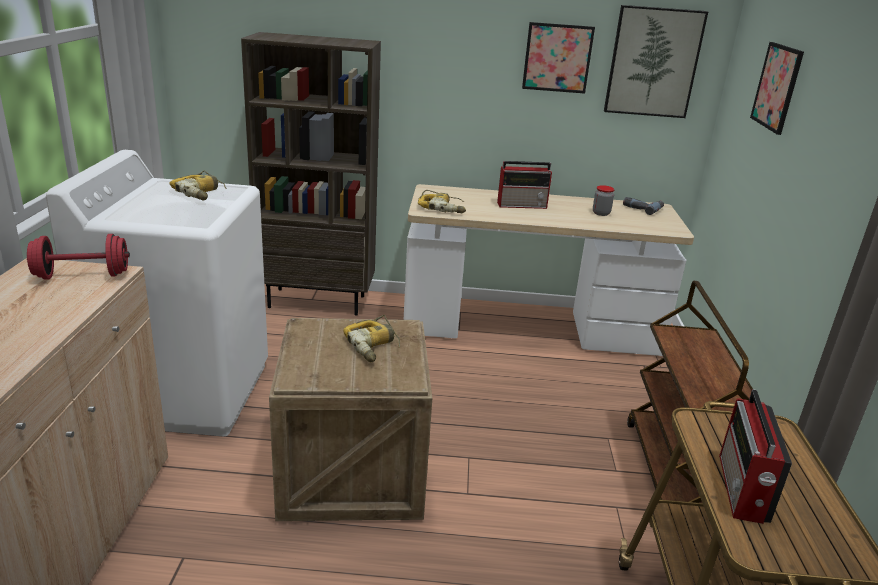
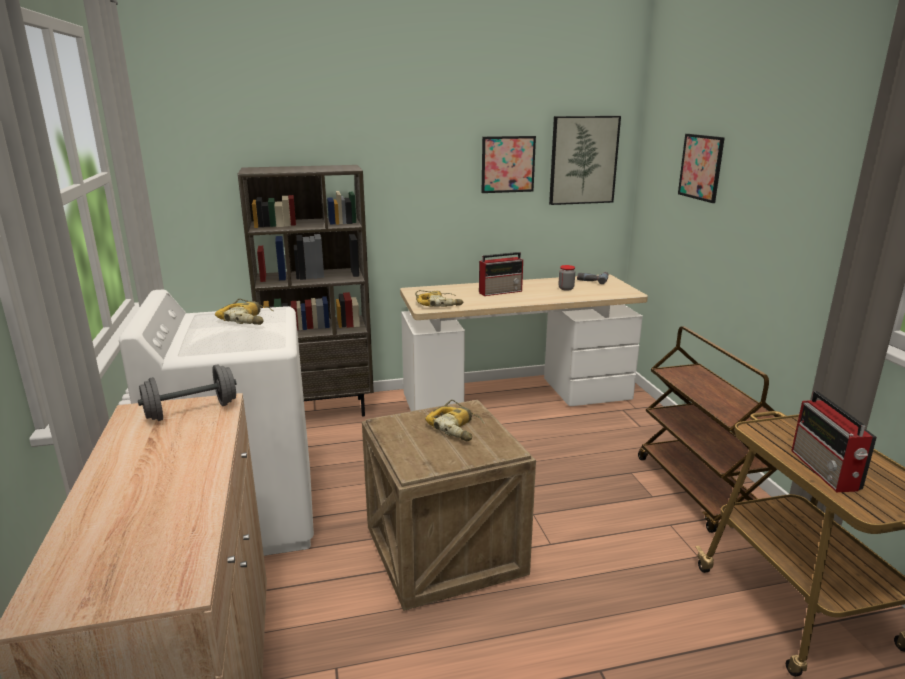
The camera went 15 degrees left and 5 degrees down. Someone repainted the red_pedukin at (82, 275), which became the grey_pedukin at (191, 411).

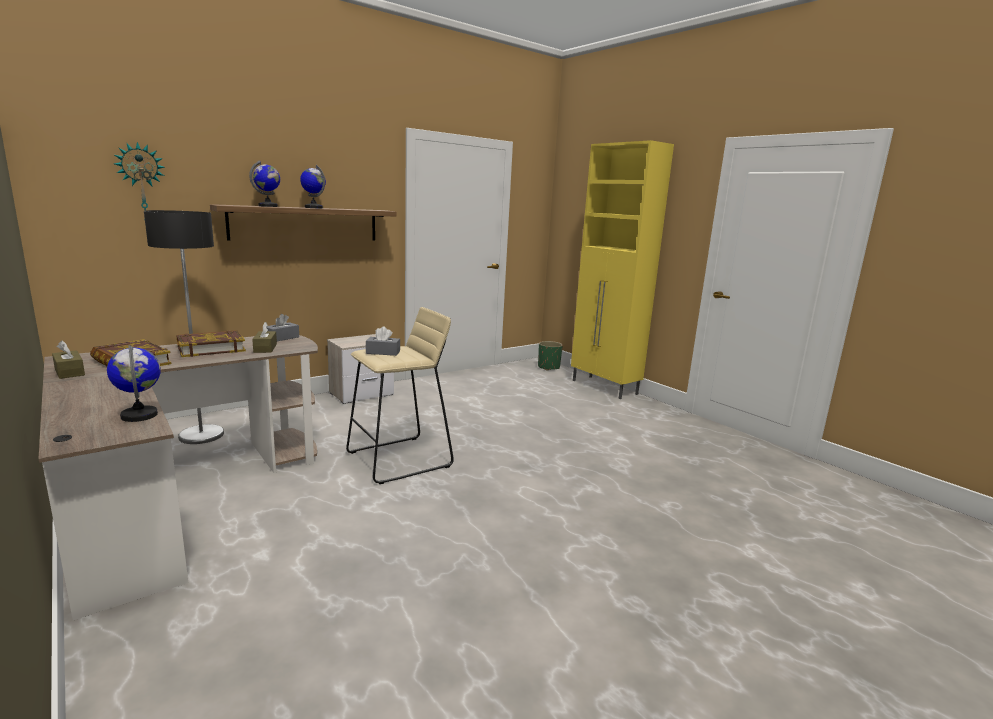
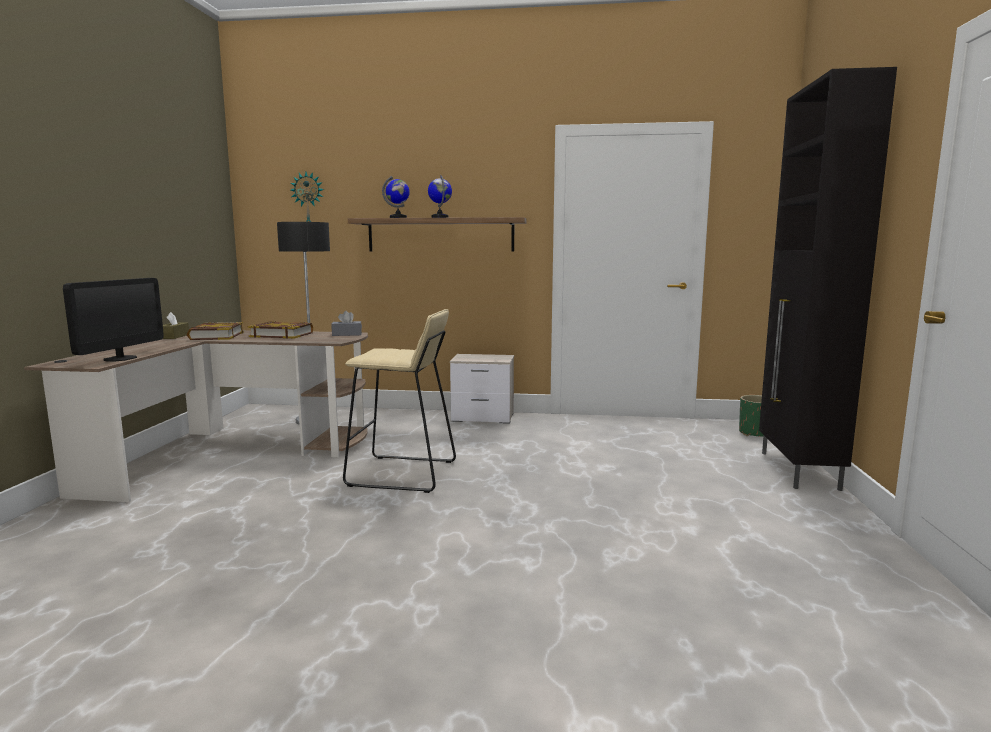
The camera went 45 degrees right and 5 degrees down. Someone swapped the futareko at (140, 415) for the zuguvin at (120, 358). Someone took away the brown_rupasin at (265, 348). Someone took away the grey_rupasin at (383, 352). Someone repainted the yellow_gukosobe at (604, 387), which became the black_gukosobe at (798, 471).

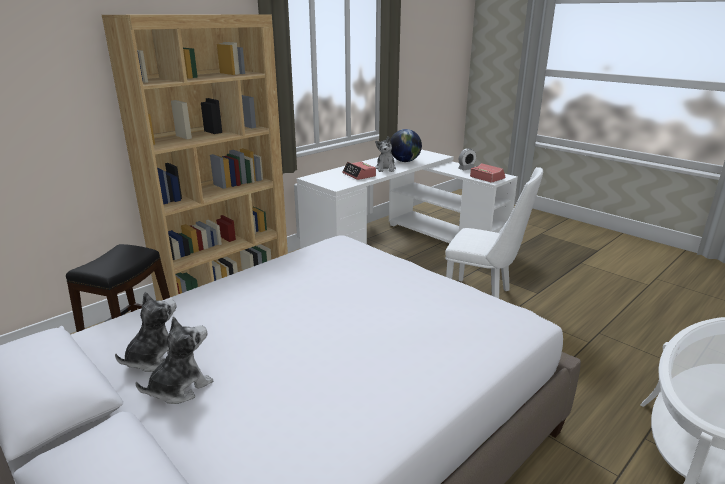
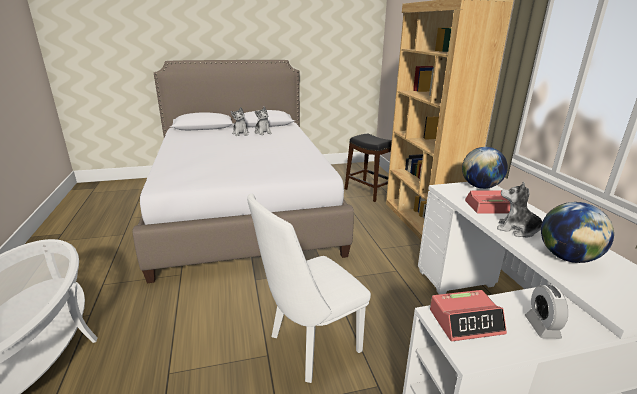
The camera went 120 degrees right and 0 degrees up. Someone put down the futareko at (480, 187).

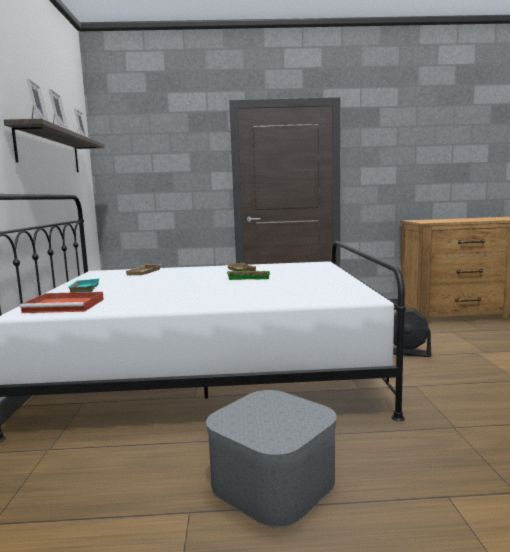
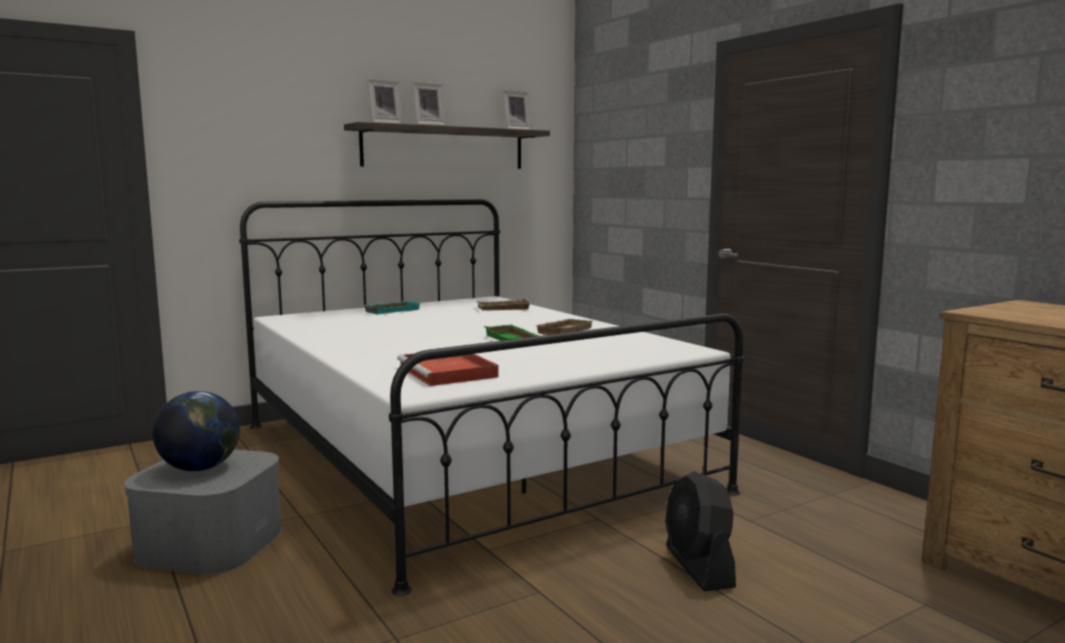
The camera went 60 degrees right and 0 degrees up. Someone carried the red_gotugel from (66, 305) to (449, 372). Someone put down the futareko at (200, 468).

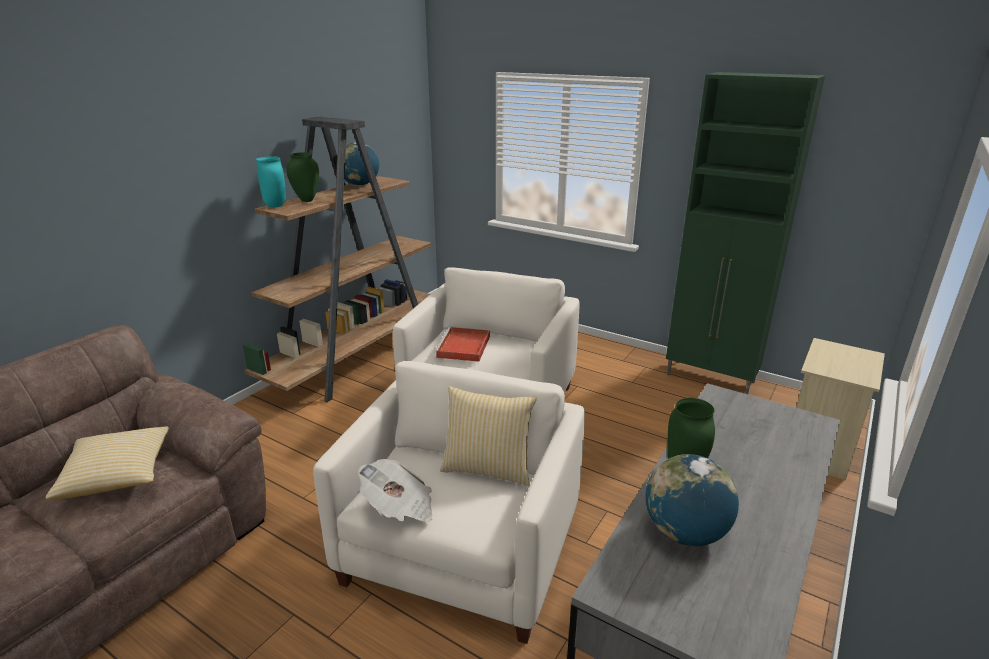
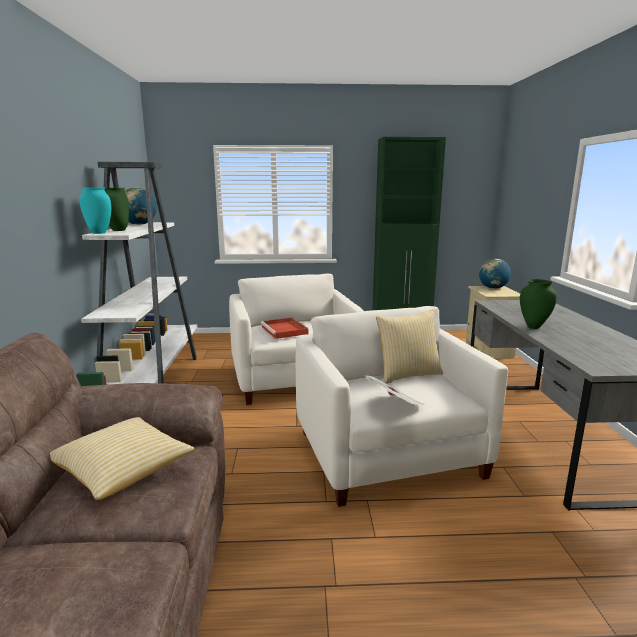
The camera went 35 degrees left and 10 degrees down. Someone repainted the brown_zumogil at (360, 358), which became the white_zumogil at (153, 381). Someone carried the futareko from (685, 532) to (493, 288).

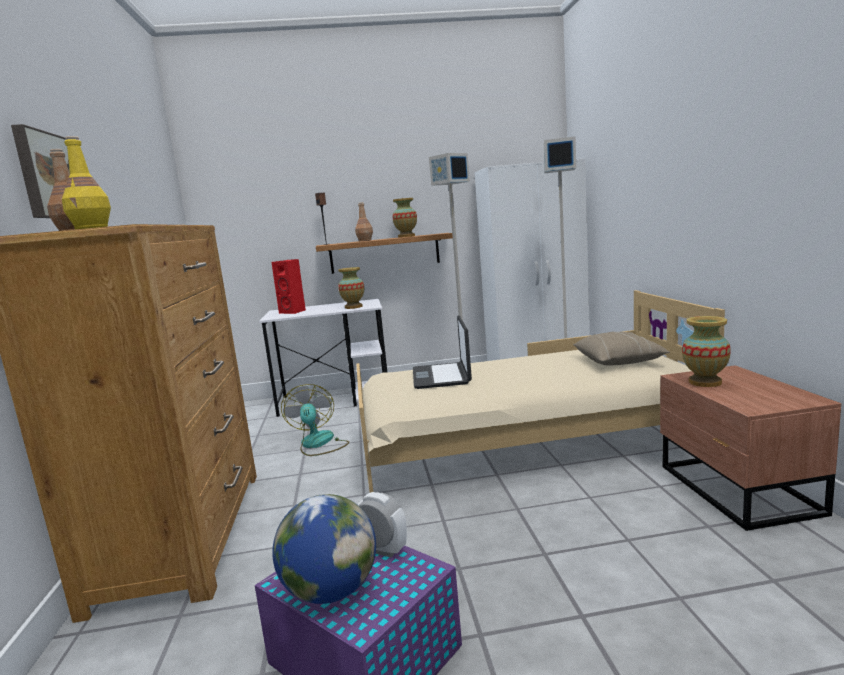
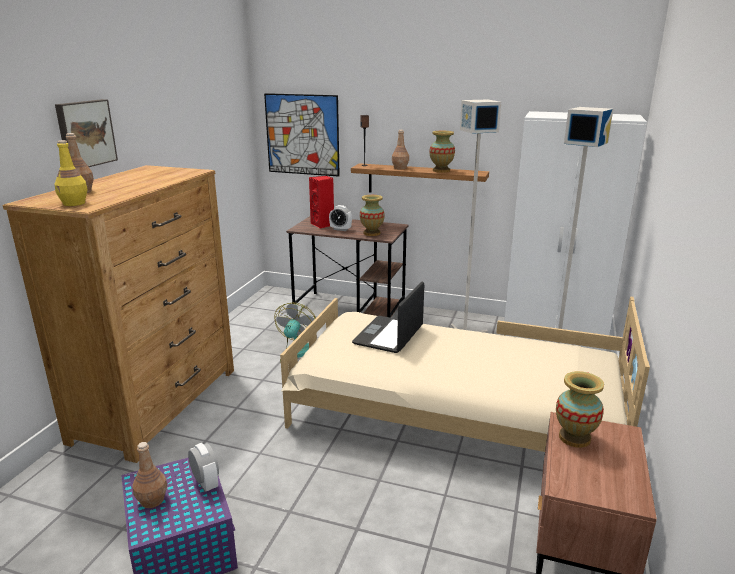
The camera went 25 degrees right and 10 degrees up. Someone repainted the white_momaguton at (336, 399), which became the brown_momaguton at (350, 309). Someone swapped the futareko at (331, 591) for the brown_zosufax at (152, 500). Someone took away the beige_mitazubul at (618, 361). Someone put up the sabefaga at (302, 135). Someone put down the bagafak at (340, 229).

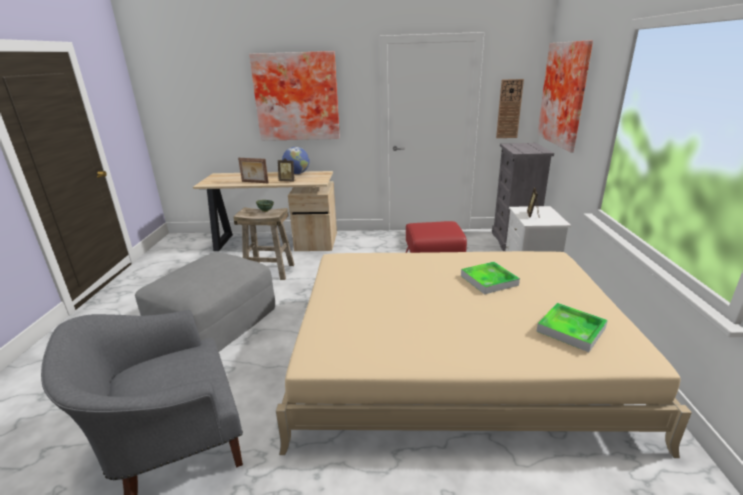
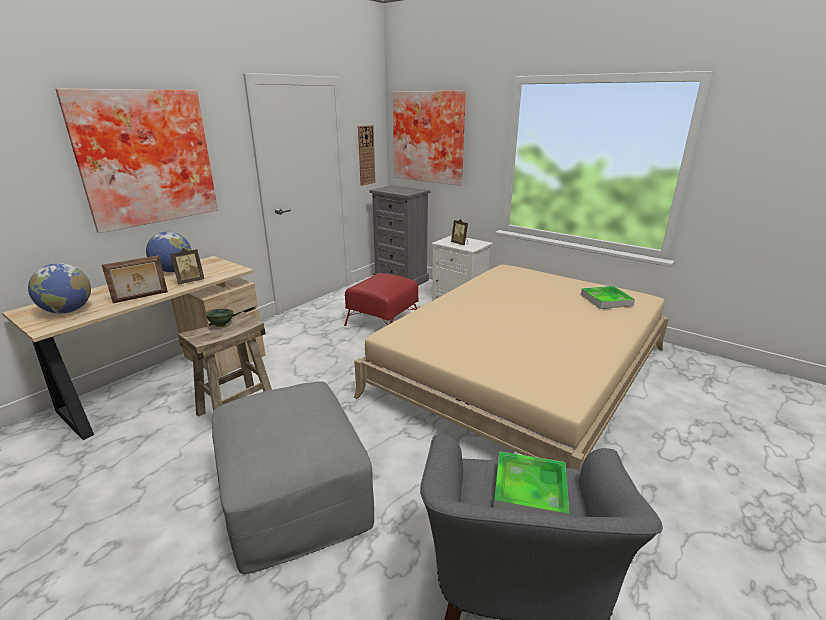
The camera went 55 degrees left and 0 degrees up. Someone carried the gotugel from (489, 280) to (530, 490). Someone put down the futareko at (68, 311).

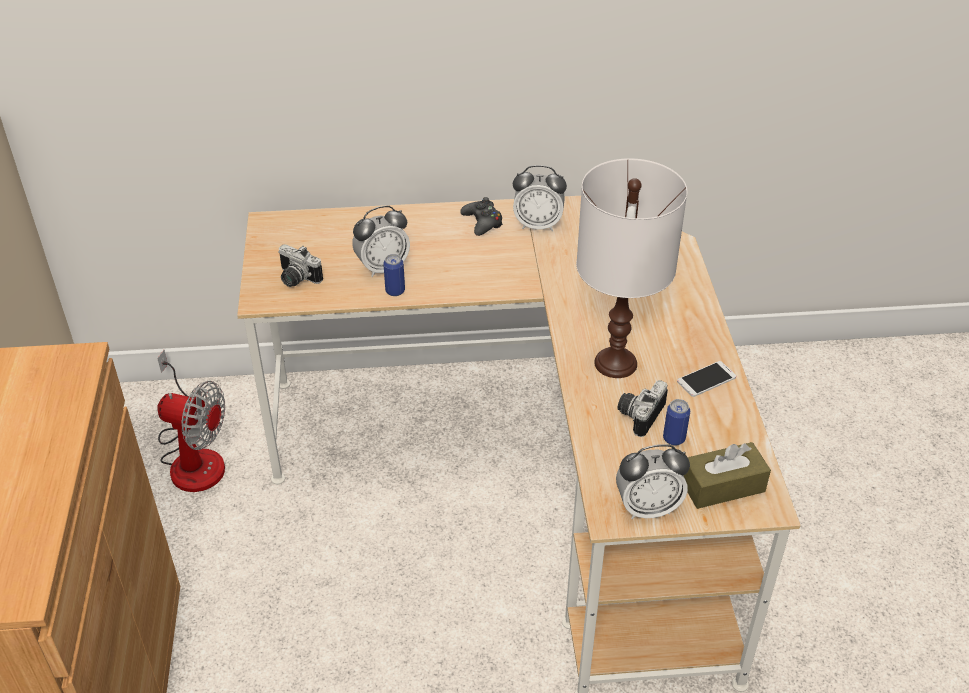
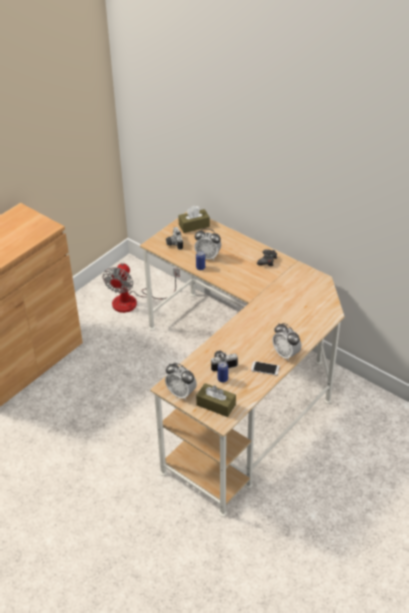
The camera went 45 degrees right and 0 degrees up. Someone rotated the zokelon at (194, 456) by 45 degrees clockwise. Someone carried the bagafak from (538, 225) to (286, 354). Someone took away the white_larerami at (615, 363). Someone put down the brown_rupasin at (194, 225).

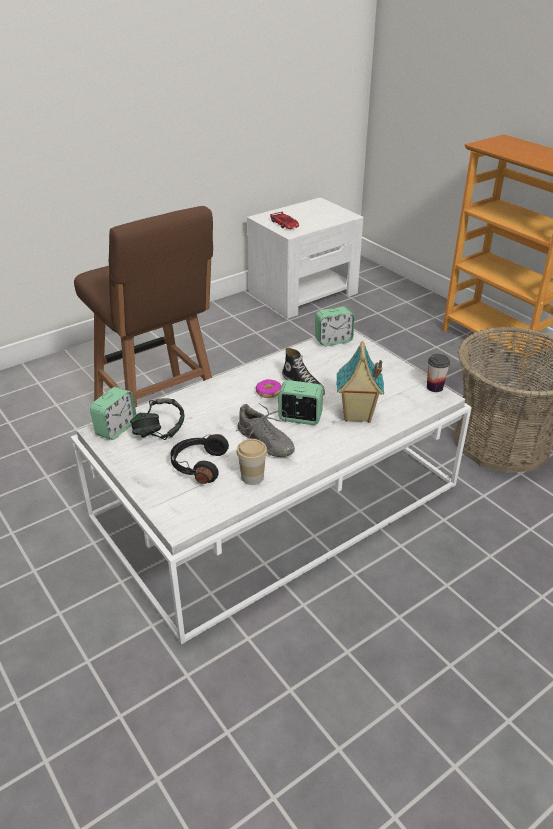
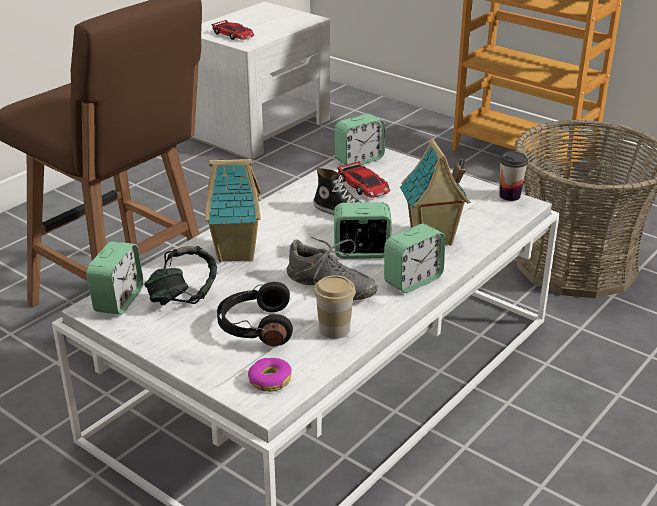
The camera went 15 degrees left and 5 degrees down. Someone carried the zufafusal from (268, 392) to (269, 380). Someone put down the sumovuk at (237, 253). Someone put down the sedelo at (363, 185). Someone put down the bagafak at (413, 280).

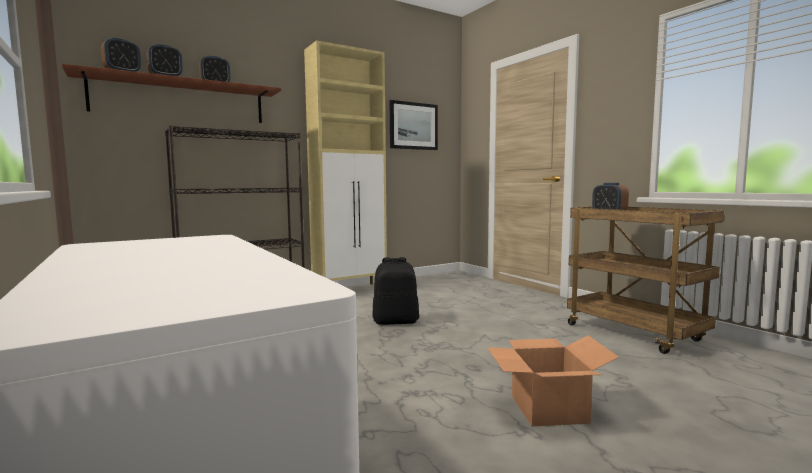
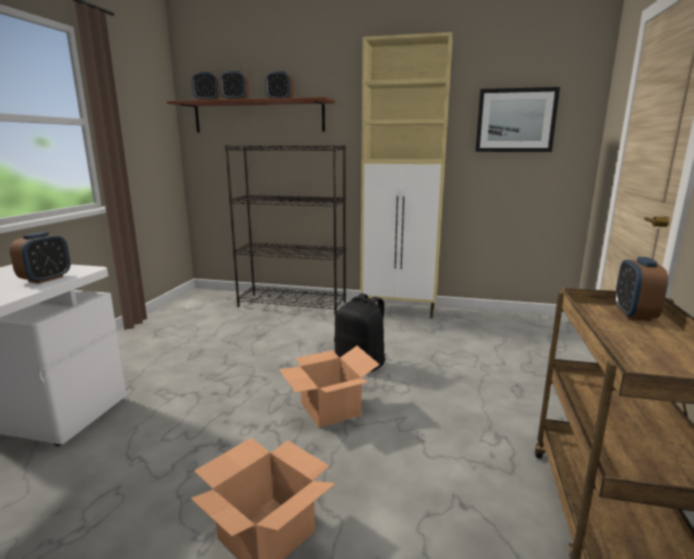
The camera went 45 degrees right and 10 degrees up. Someone put down the bagafak at (46, 279). Someone put down the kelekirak at (331, 409).

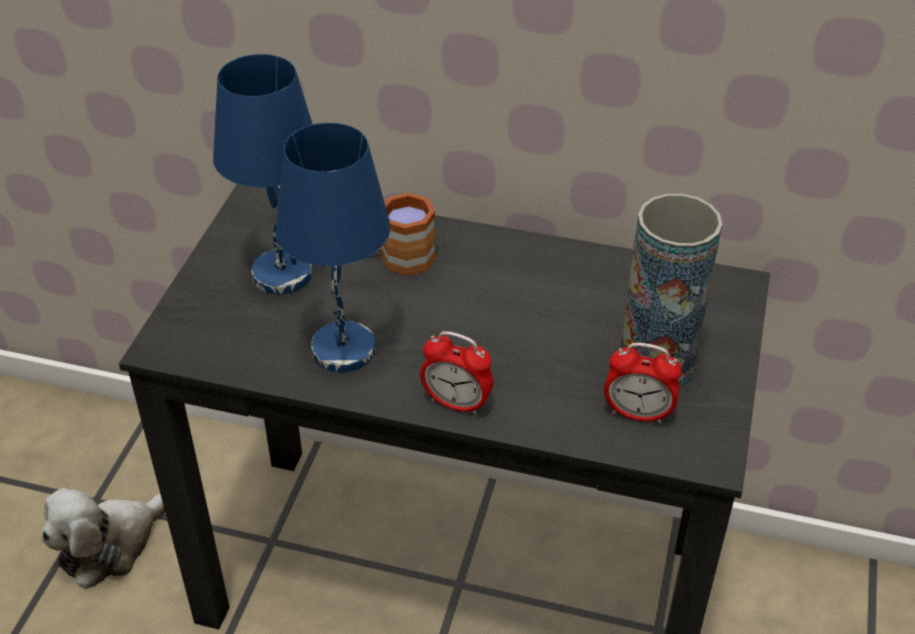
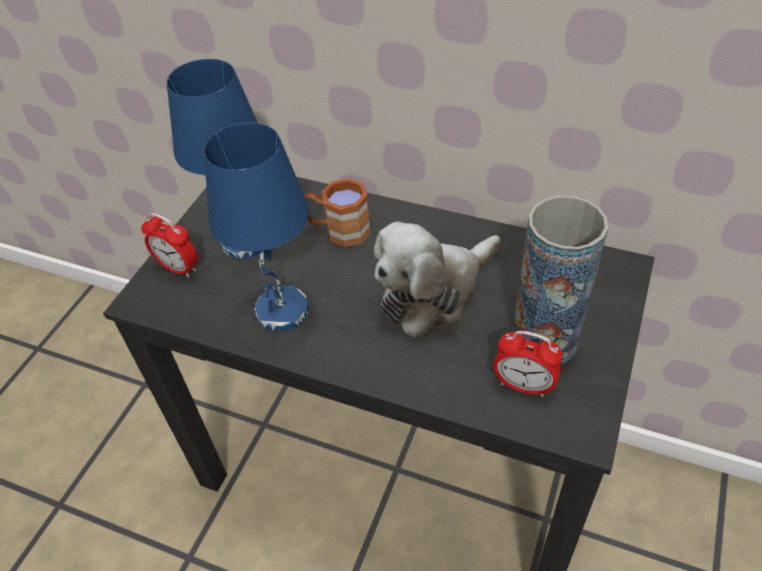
The camera went 10 degrees right and 5 degrees up. Someone carried the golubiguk from (111, 544) to (434, 292). Someone carried the bagafak from (456, 403) to (178, 268).

